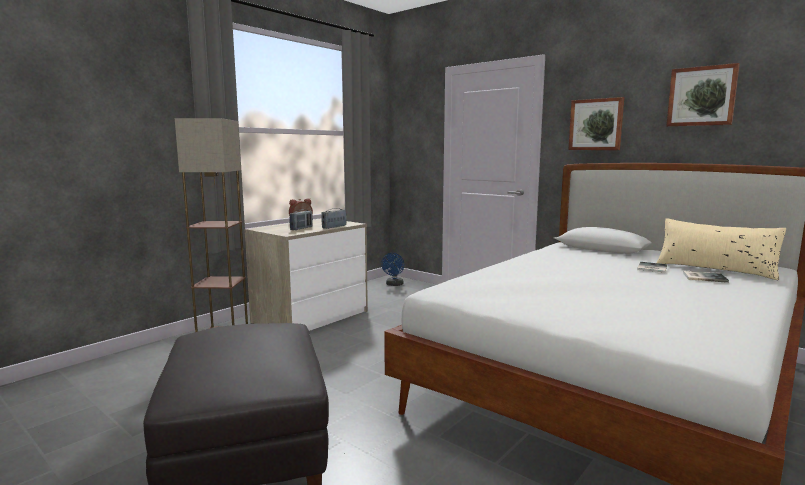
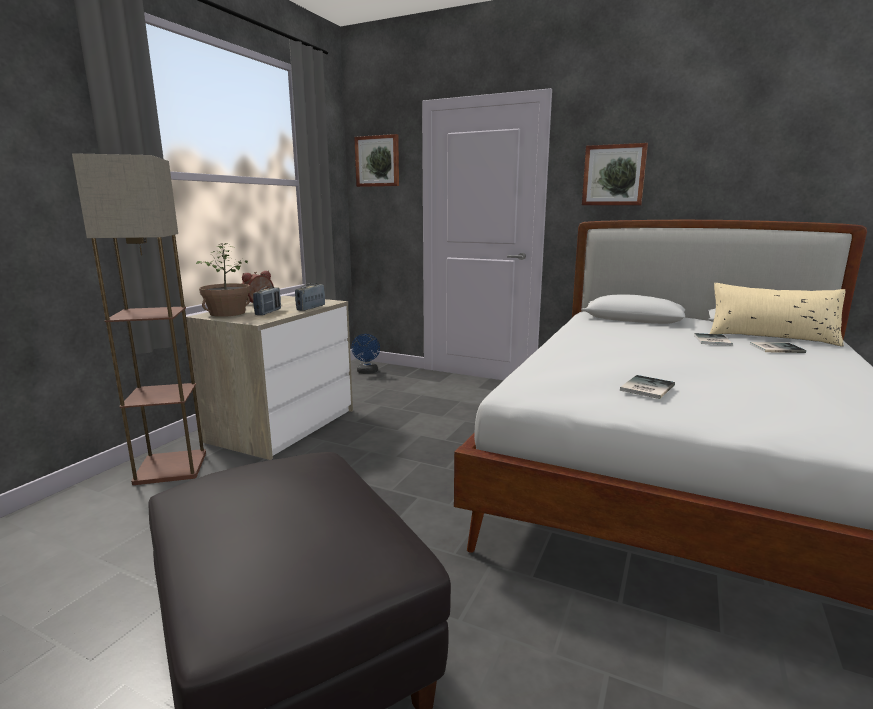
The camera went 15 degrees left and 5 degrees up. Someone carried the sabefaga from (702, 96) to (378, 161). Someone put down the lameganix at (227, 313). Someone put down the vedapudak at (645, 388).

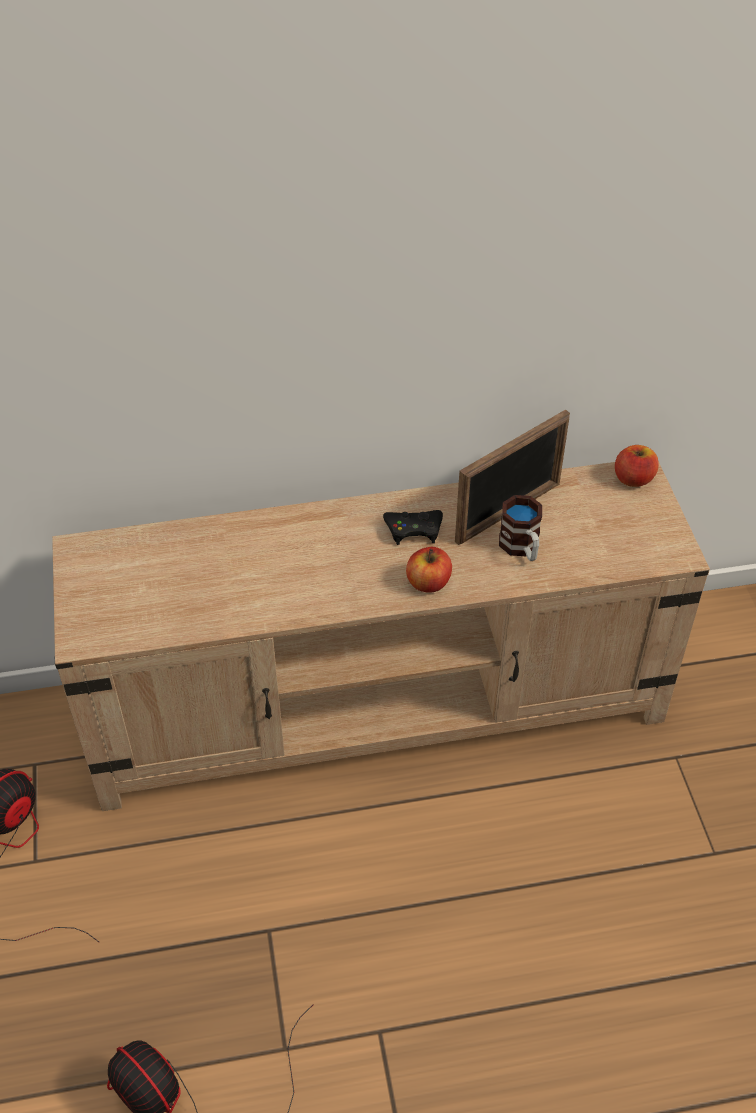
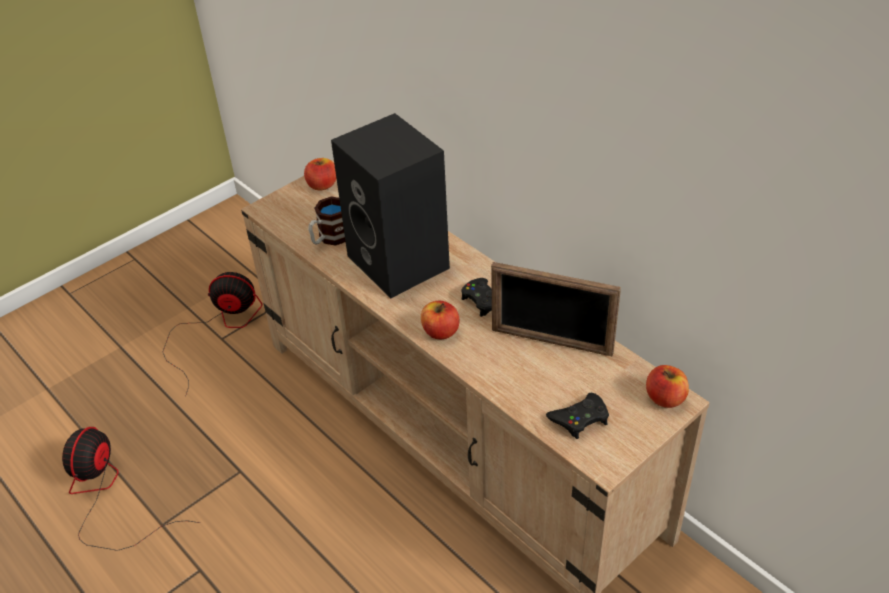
The camera went 60 degrees right and 5 degrees down. Someone carried the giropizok from (521, 548) to (330, 238). Someone put down the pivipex at (322, 185). Someone put down the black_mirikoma at (401, 262). Someone put down the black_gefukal at (580, 419).

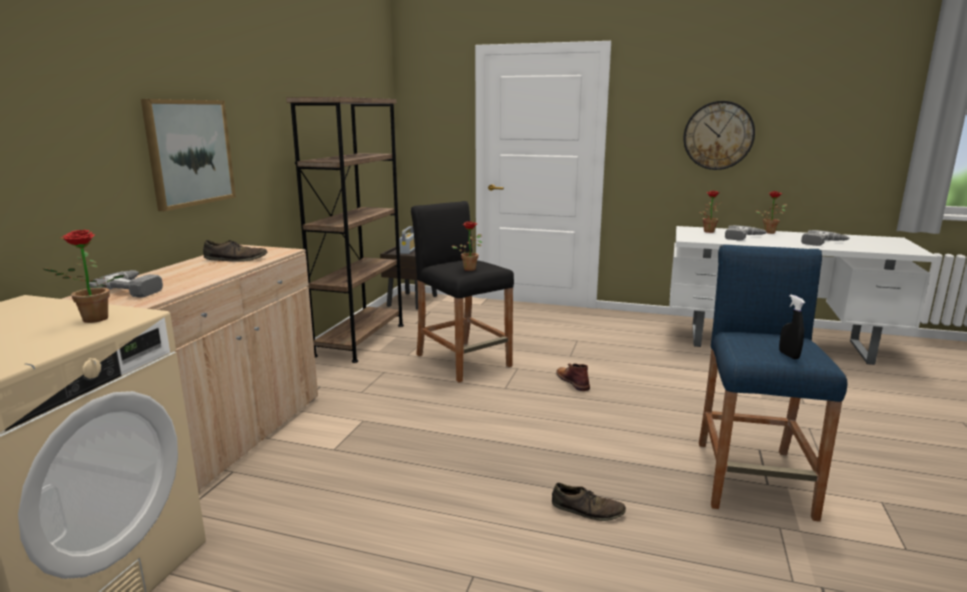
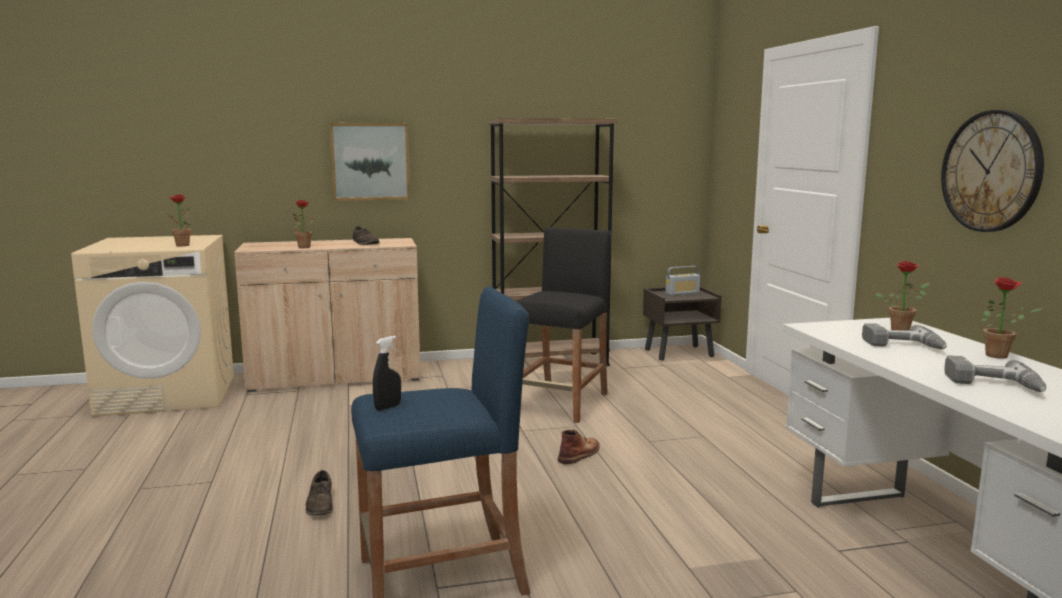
The camera went 60 degrees right and 5 degrees down. Someone took away the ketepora at (135, 289). Someone carried the lameganix from (470, 268) to (307, 247).

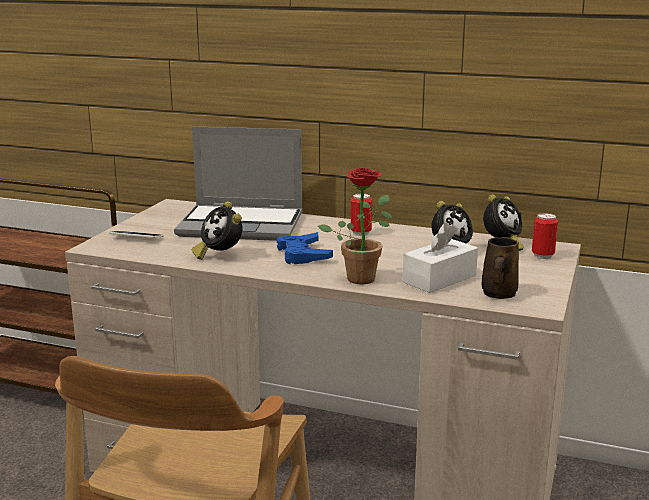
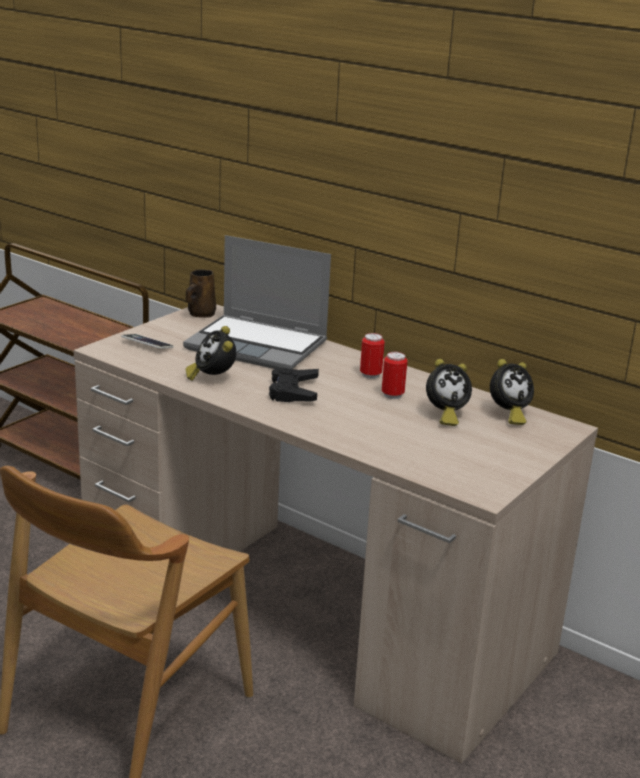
The camera went 15 degrees right and 5 degrees up. Someone repainted the blue_gefukal at (303, 254), which became the black_gefukal at (293, 391). Someone took away the lameganix at (362, 276). Someone took away the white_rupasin at (439, 279). Someone carried the brown_giropizok from (498, 294) to (200, 314). Someone carried the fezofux from (542, 256) to (392, 395).

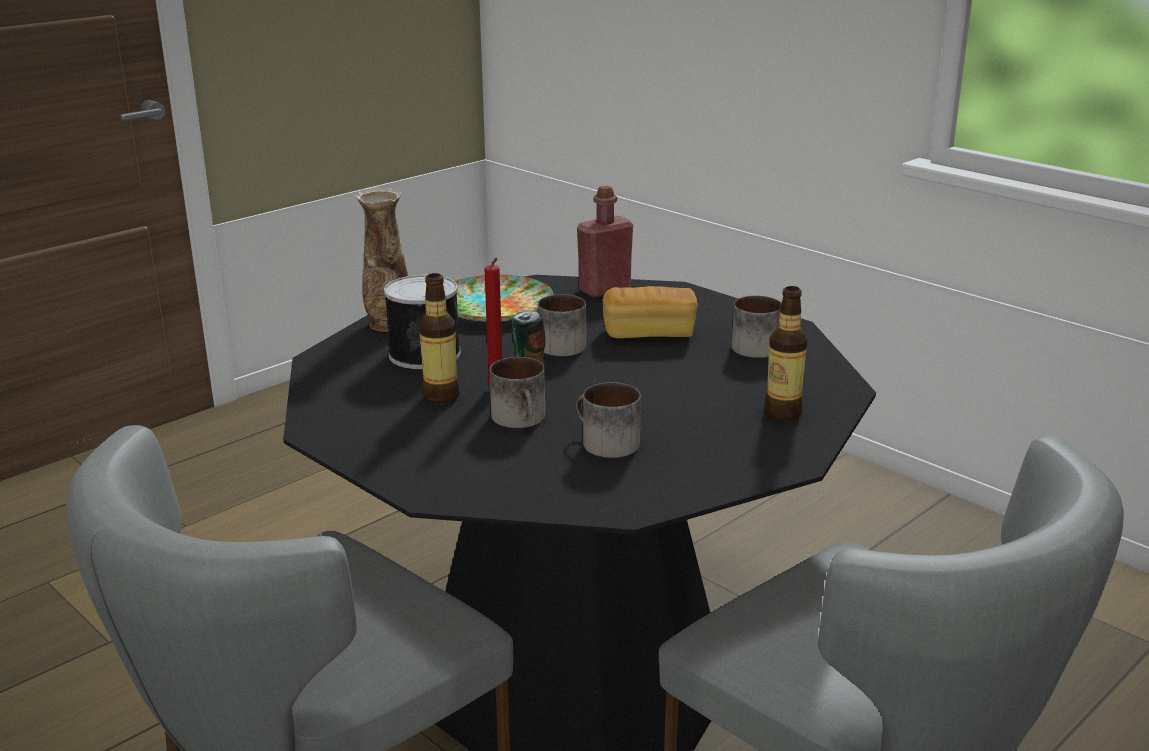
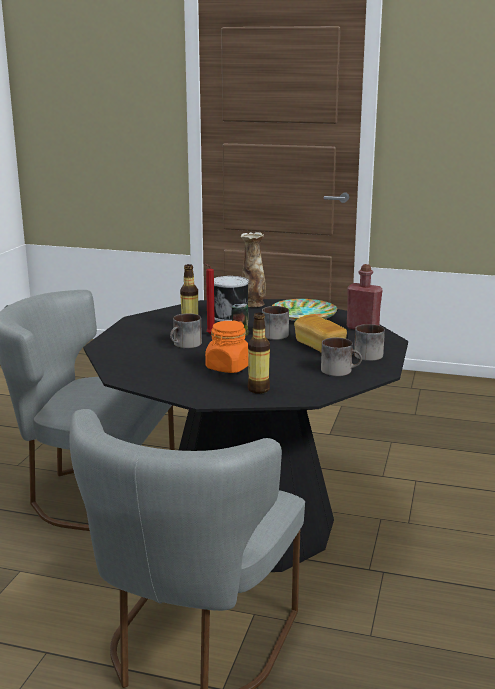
The camera went 60 degrees right and 5 degrees down. Someone carried the giropizok from (603, 443) to (367, 354). Someone put down the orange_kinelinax at (228, 367).

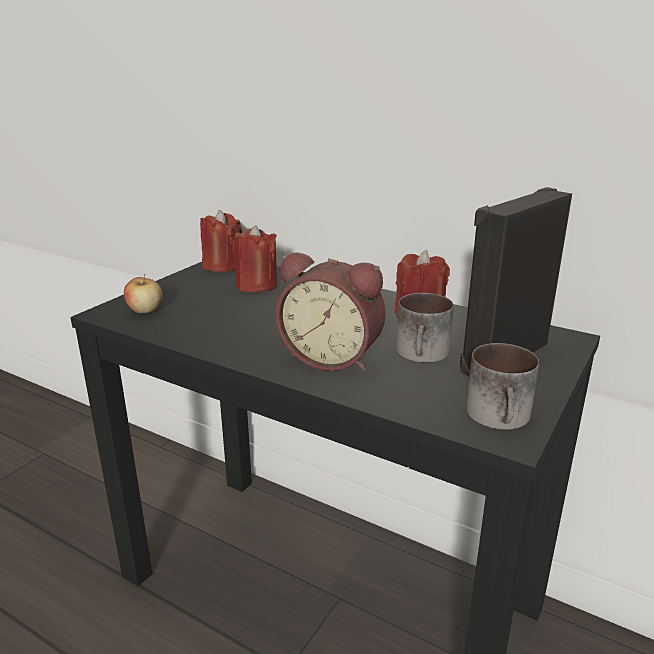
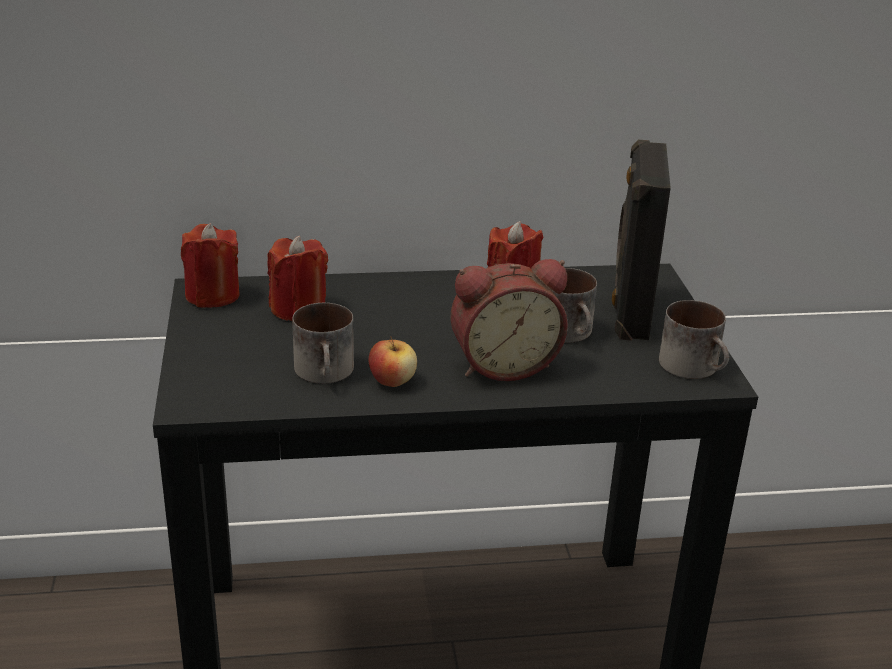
The camera went 40 degrees left and 5 degrees up. Someone carried the pivipex from (145, 310) to (392, 381). Someone put down the giropizok at (327, 372).

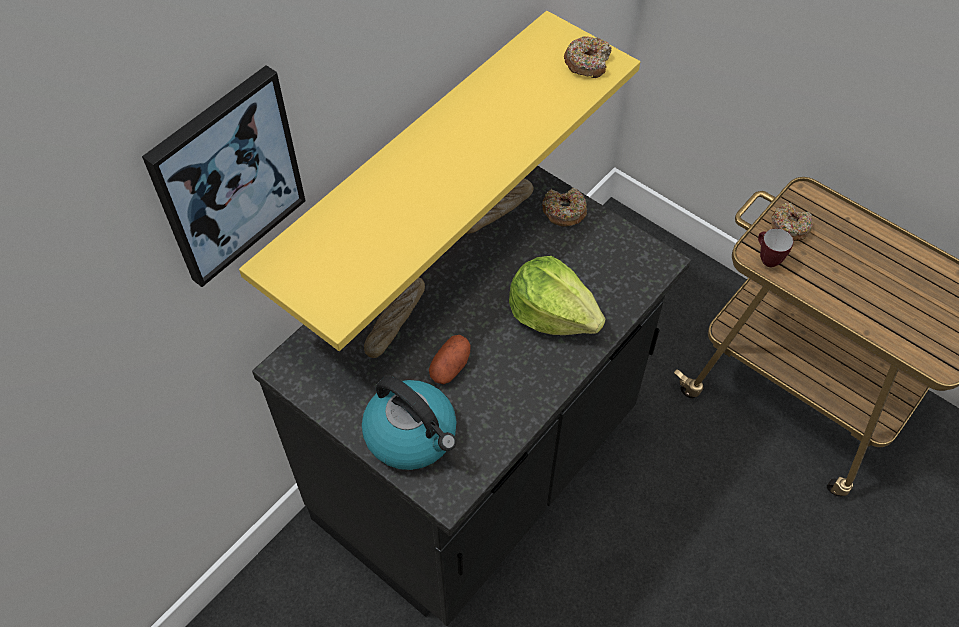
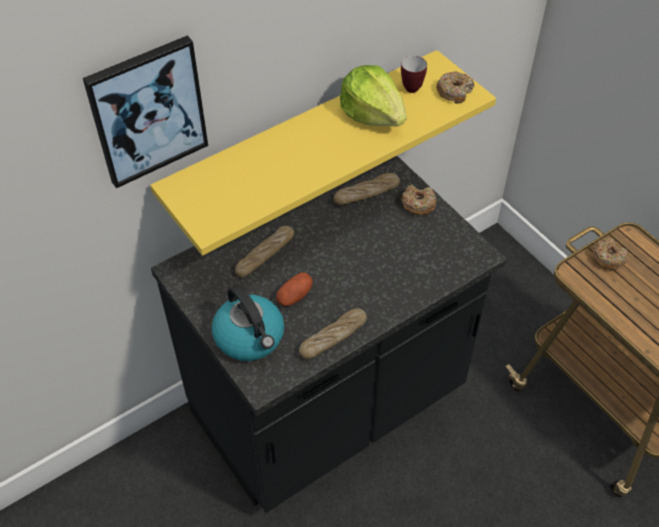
The camera went 15 degrees right and 5 degrees down. Someone carried the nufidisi from (552, 313) to (372, 114). Someone carried the giropizok from (766, 258) to (410, 86). Someone put down the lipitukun at (333, 337).

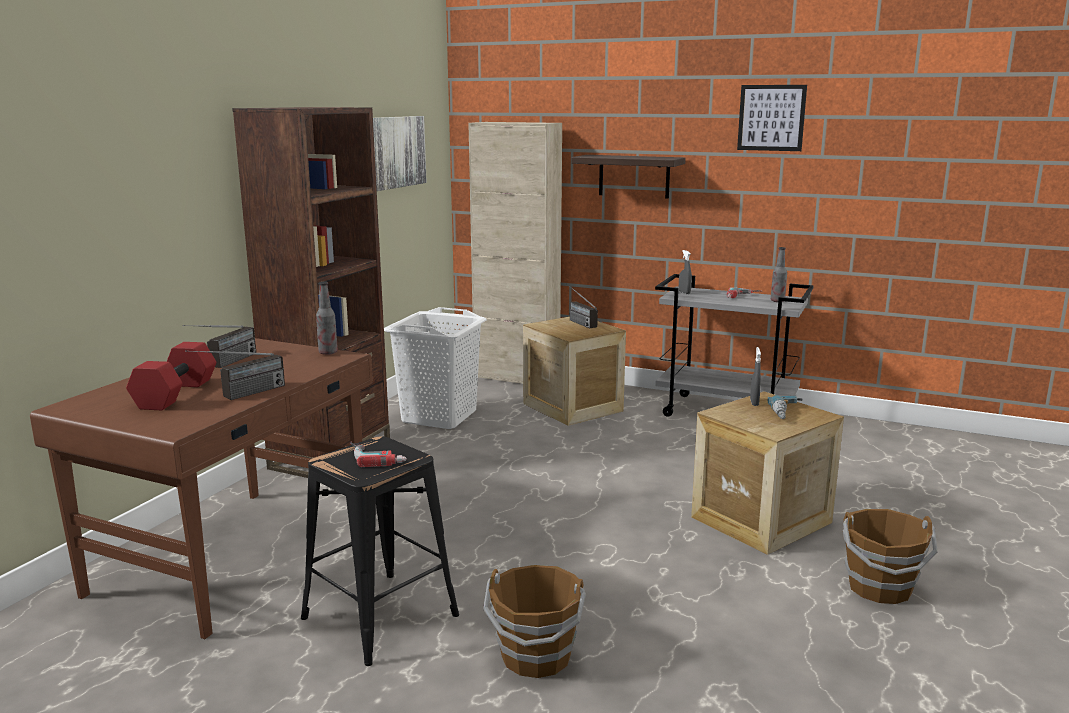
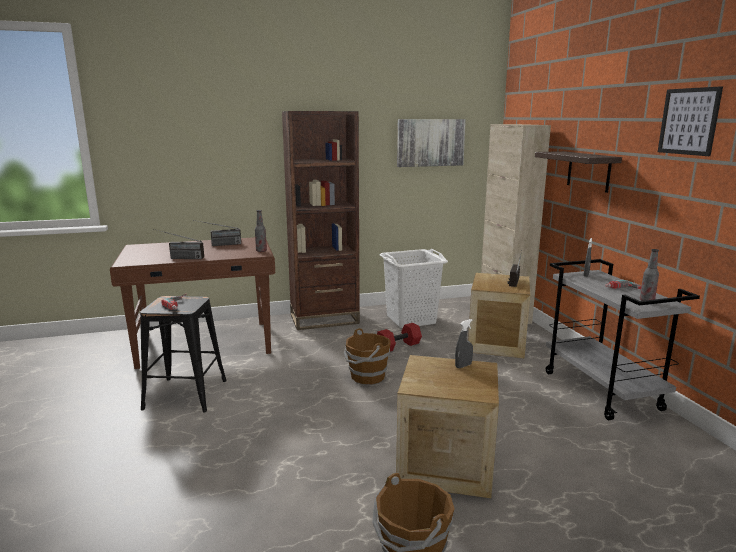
The camera went 50 degrees right and 0 degrees up. Someone carried the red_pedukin from (176, 394) to (398, 346). Someone carried the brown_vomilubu from (536, 657) to (367, 376). Someone took away the ketepora at (788, 414).

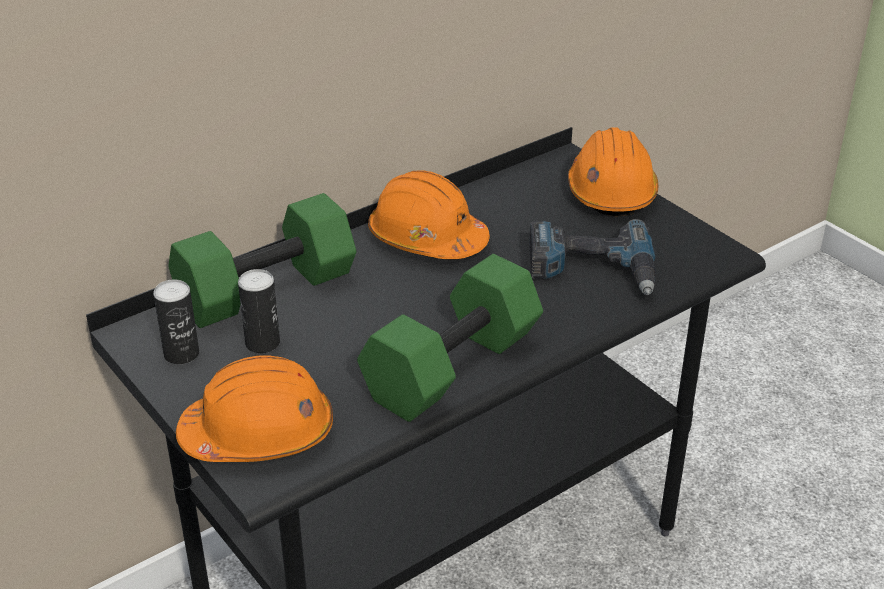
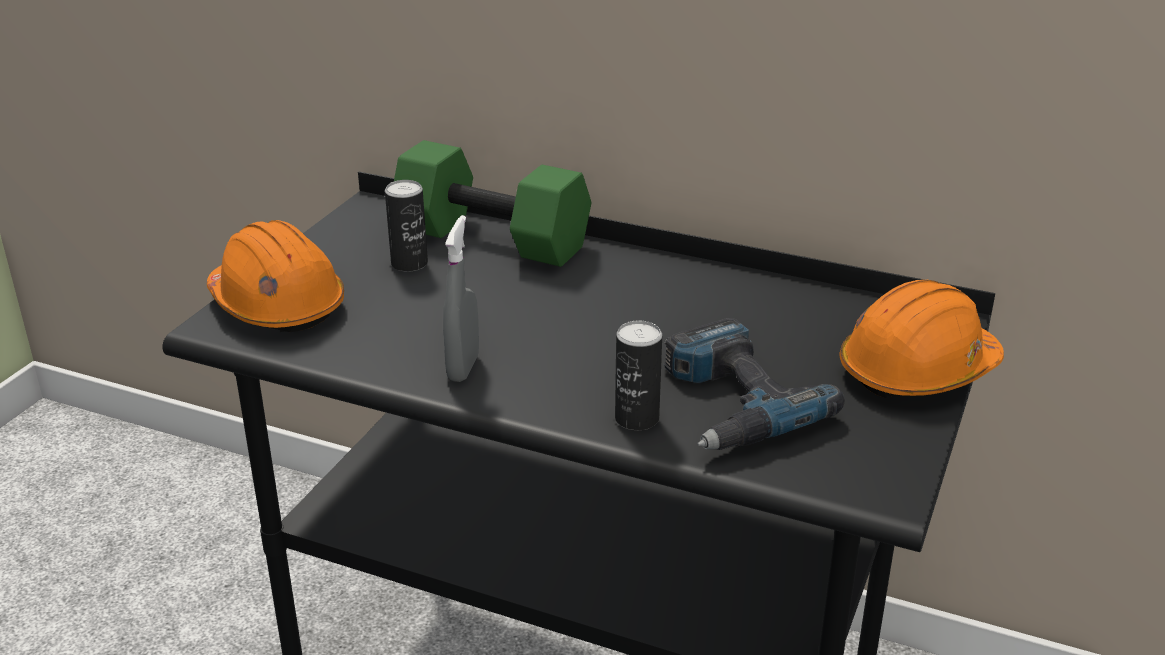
The camera went 60 degrees right and 5 degrees down. Someone carried the fezofux from (181, 354) to (637, 418). Someone swapped the green_pedukin at (451, 364) for the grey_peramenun at (463, 367). Someone took away the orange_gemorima at (427, 239).

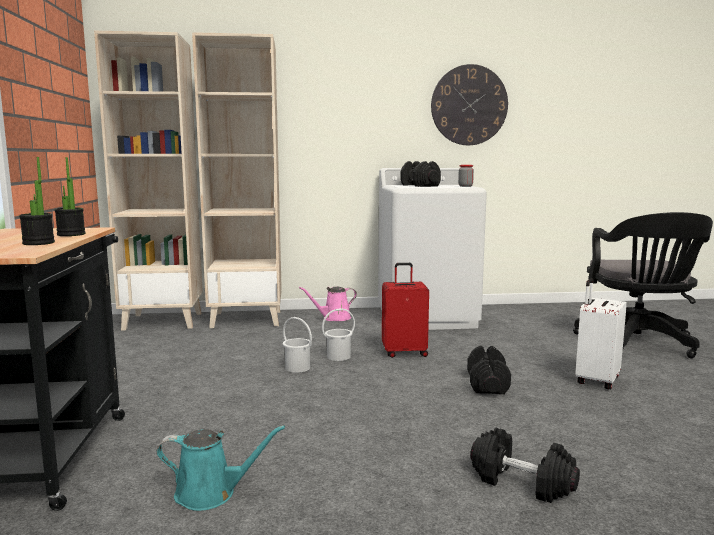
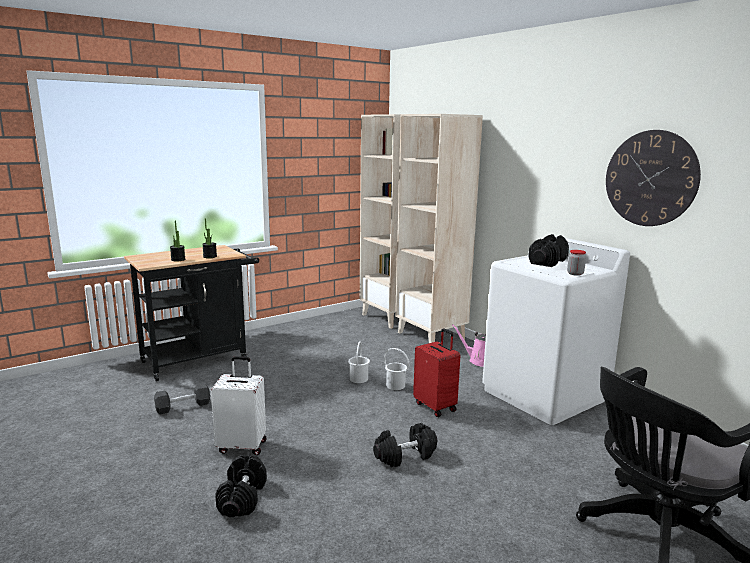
The camera went 60 degrees right and 5 degrees up. Someone swapped the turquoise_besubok at (211, 493) for the black_pedukin at (183, 406). Someone carried the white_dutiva from (596, 380) to (242, 446).

